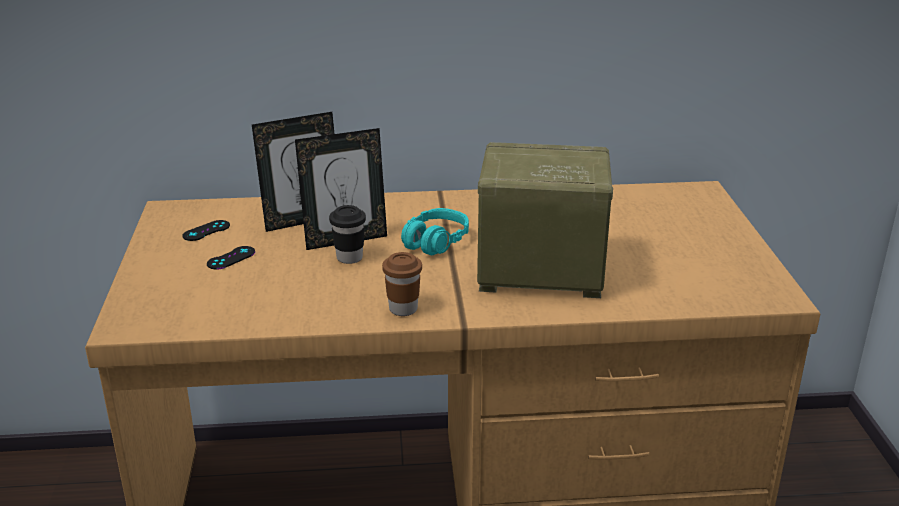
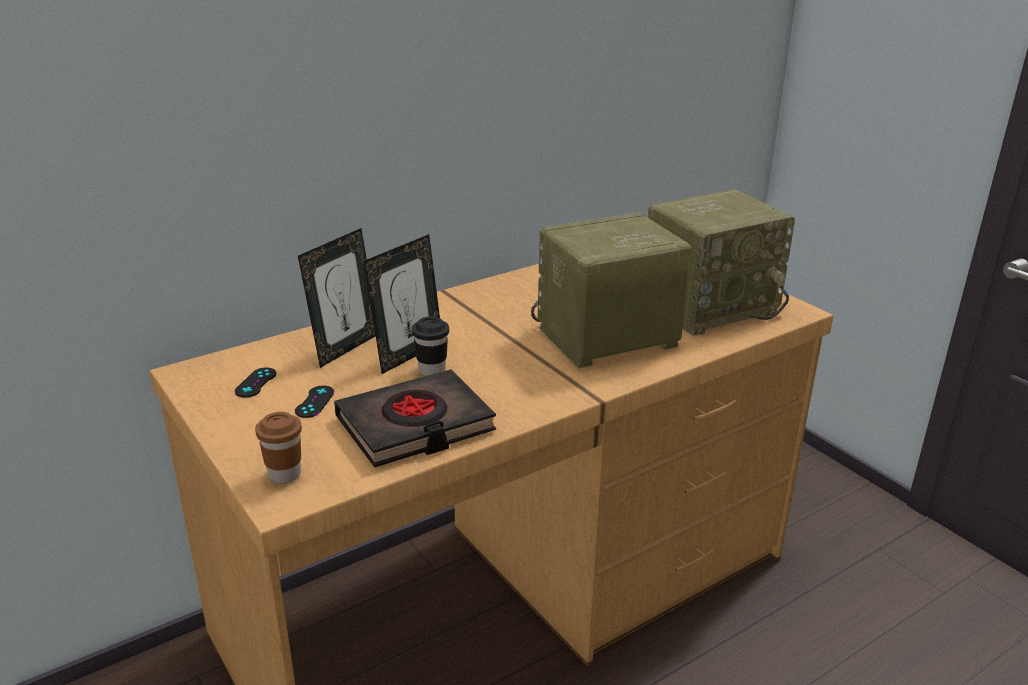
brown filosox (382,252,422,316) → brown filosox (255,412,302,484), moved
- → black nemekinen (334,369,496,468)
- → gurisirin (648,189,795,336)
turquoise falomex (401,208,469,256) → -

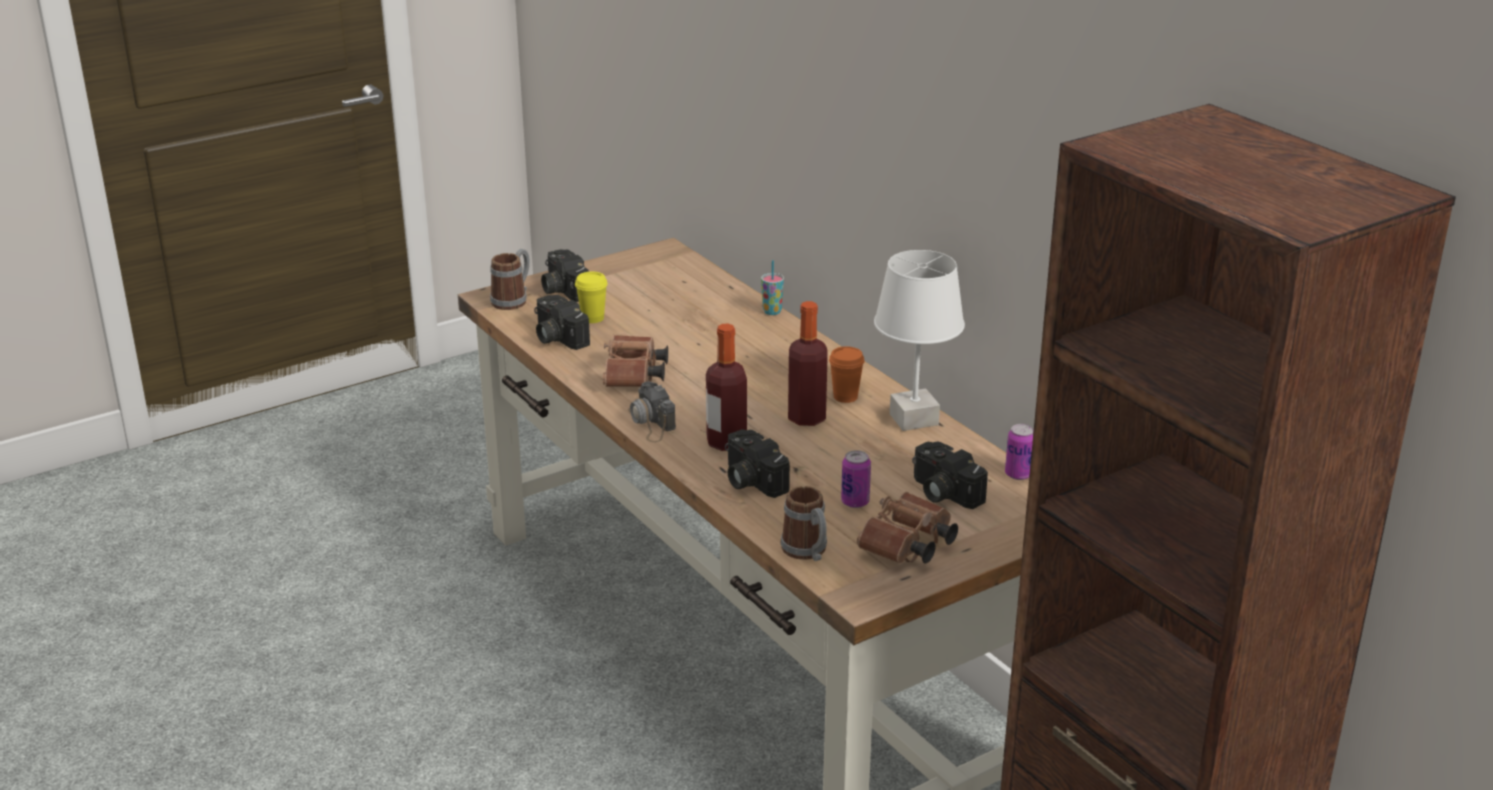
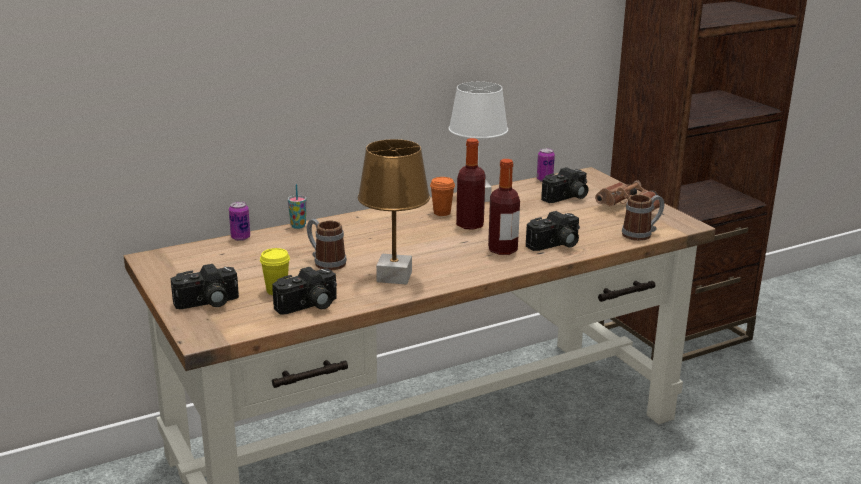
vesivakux (841,450,871,508) → vesivakux (229,201,250,241), moved
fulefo (490,249,530,310) → fulefo (307,219,347,271), moved
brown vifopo (603,335,668,387) → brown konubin (358,139,430,285)
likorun (628,381,676,442) → -

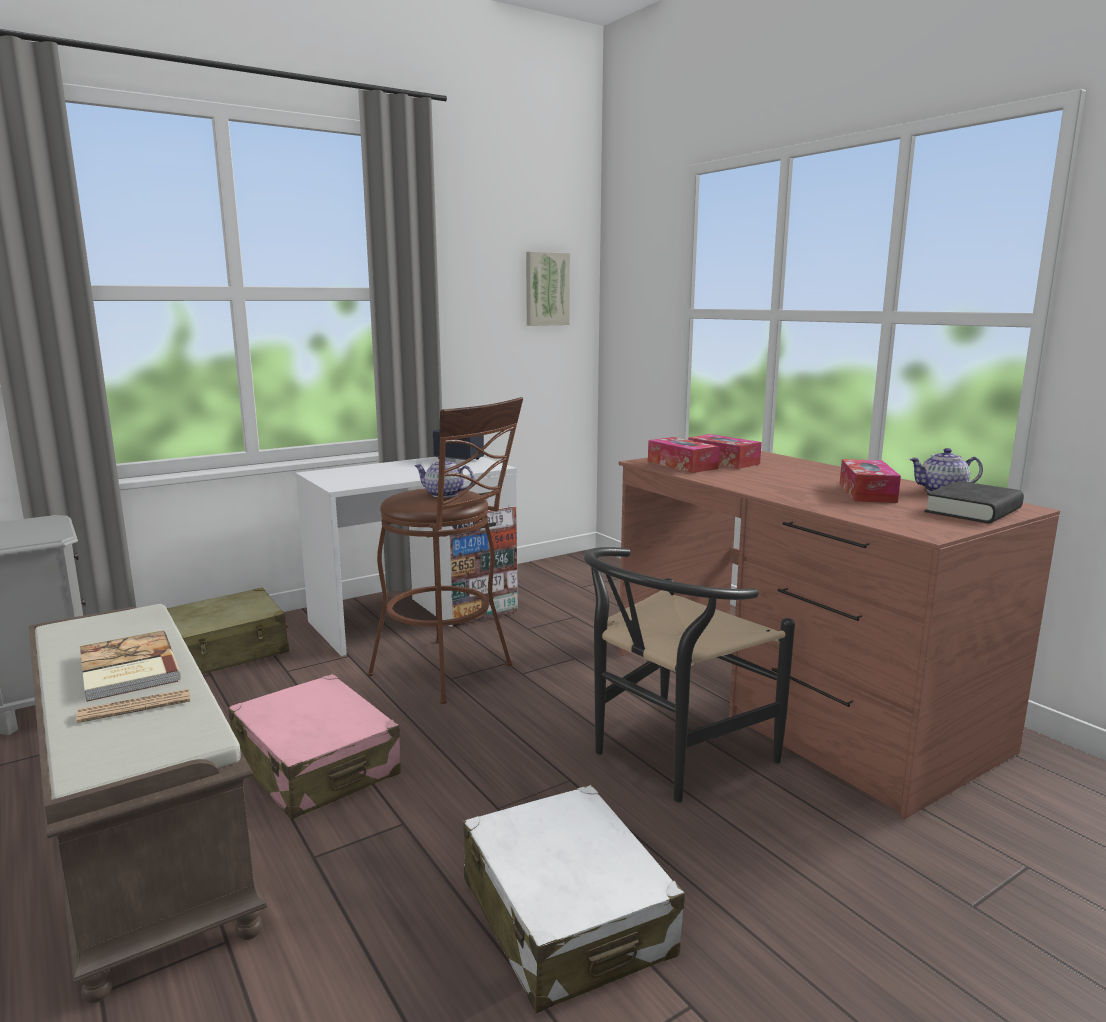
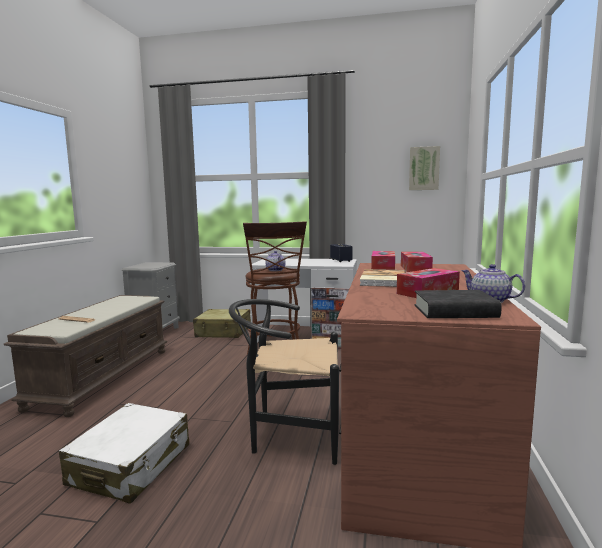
nemekinen (80,631,181,702) → nemekinen (359,269,406,287), moved
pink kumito (228,674,400,819) → -

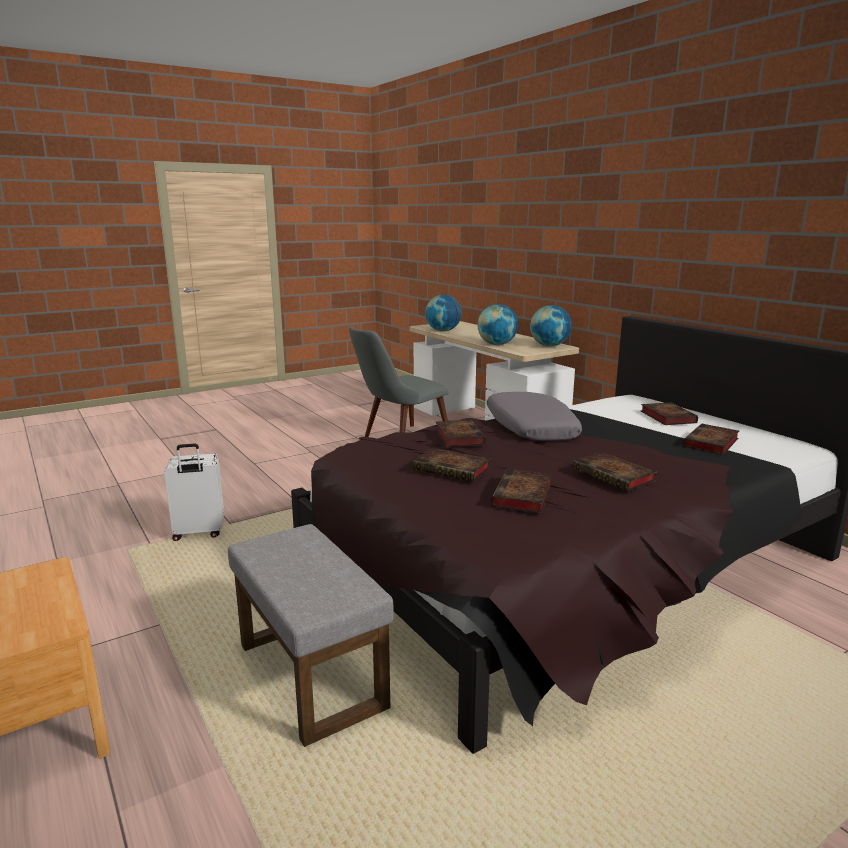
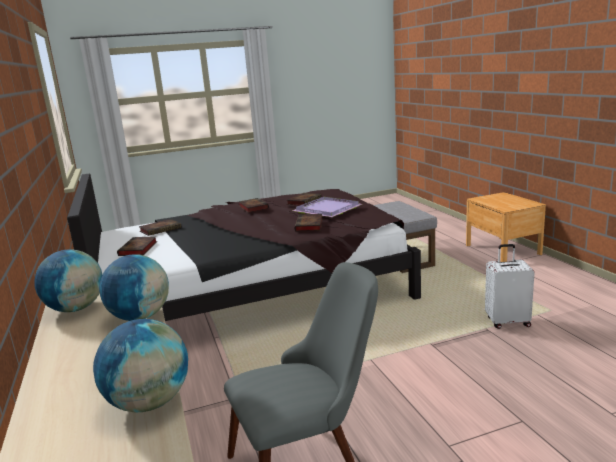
nemekinen (413,448,491,482) → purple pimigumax (292,197,362,217)
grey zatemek (487,392,582,441) → -

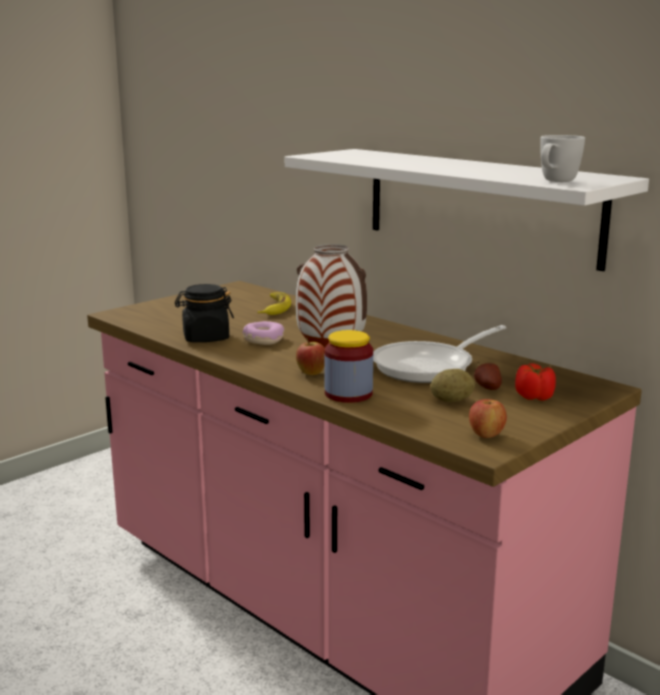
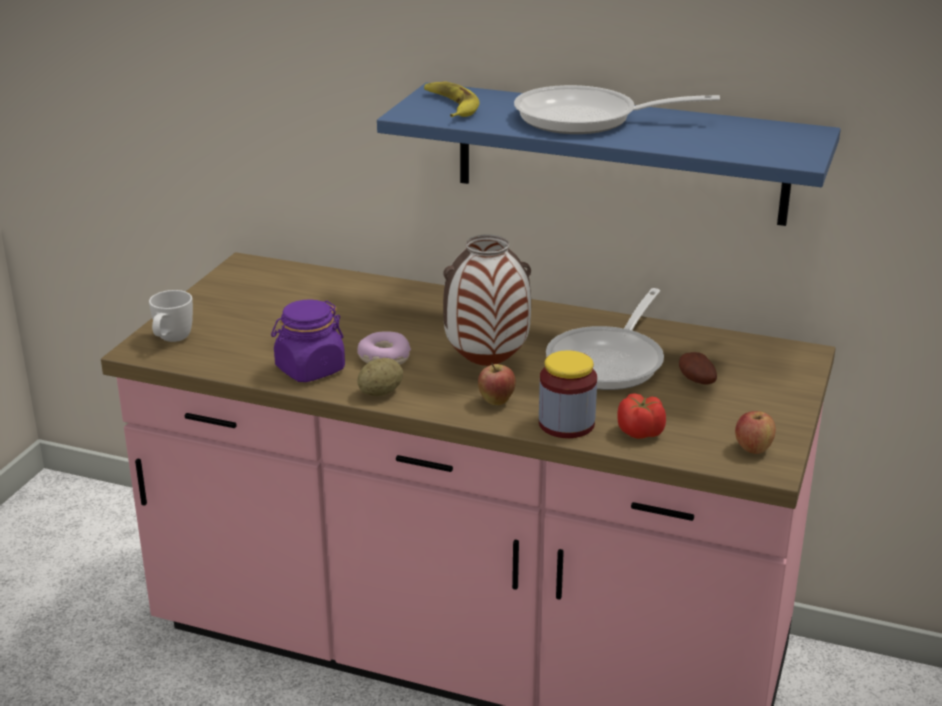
white fulefo (540,135,585,182) → white fulefo (149,290,193,342), moved
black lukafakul (175,284,234,342) → purple lukafakul (271,300,345,382)
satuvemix (431,369,475,403) → satuvemix (357,358,403,396), moved
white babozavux (285,149,649,271) → blue babozavux (377,83,841,226)
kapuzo (257,292,291,315) → kapuzo (424,81,480,117), moved
- → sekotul (514,85,720,134)
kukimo (515,363,556,401) → kukimo (617,393,666,439), moved

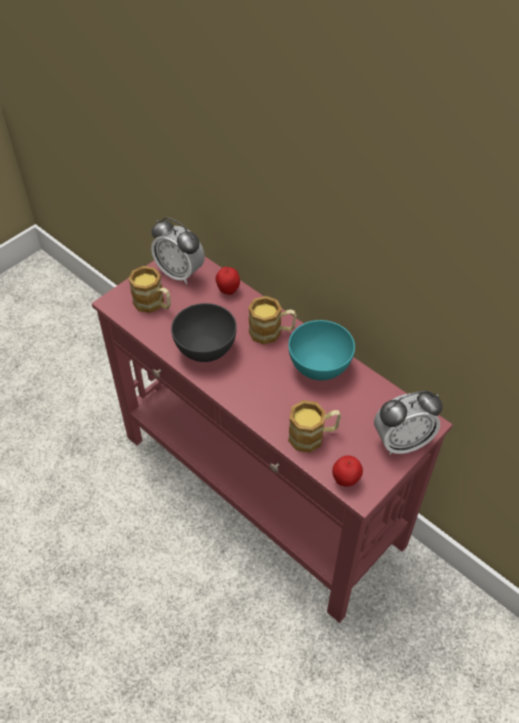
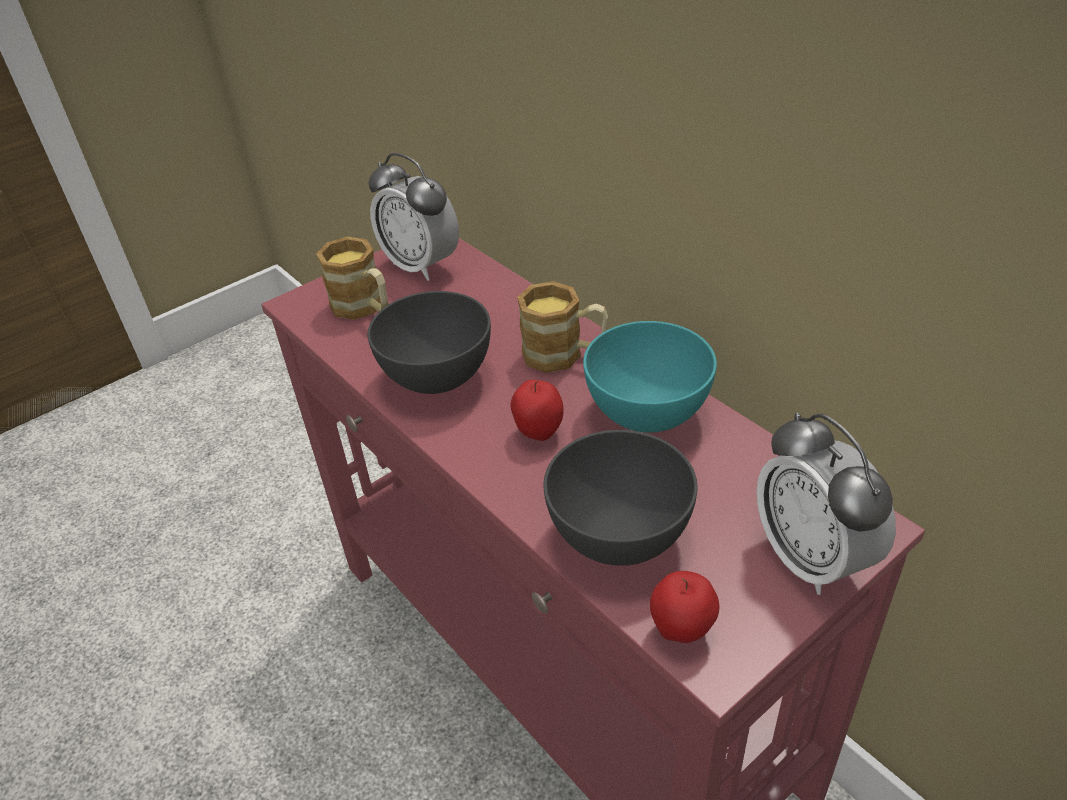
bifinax (215,267,240,295) → bifinax (511,379,564,441), moved
fulefo (288,400,341,453) → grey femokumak (543,430,698,566)
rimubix (374,391,443,455) → rimubix (756,413,896,595), 75 degrees clockwise

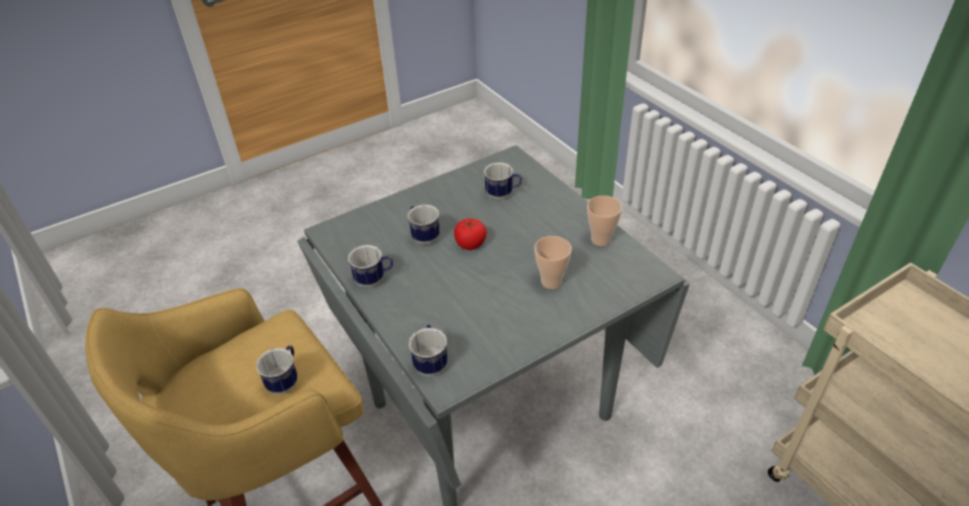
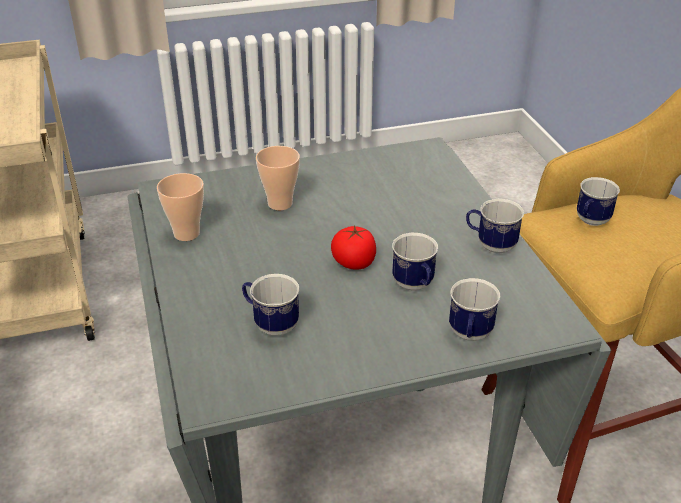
fulefo (409,324,448,376) → fulefo (449,278,500,341), moved

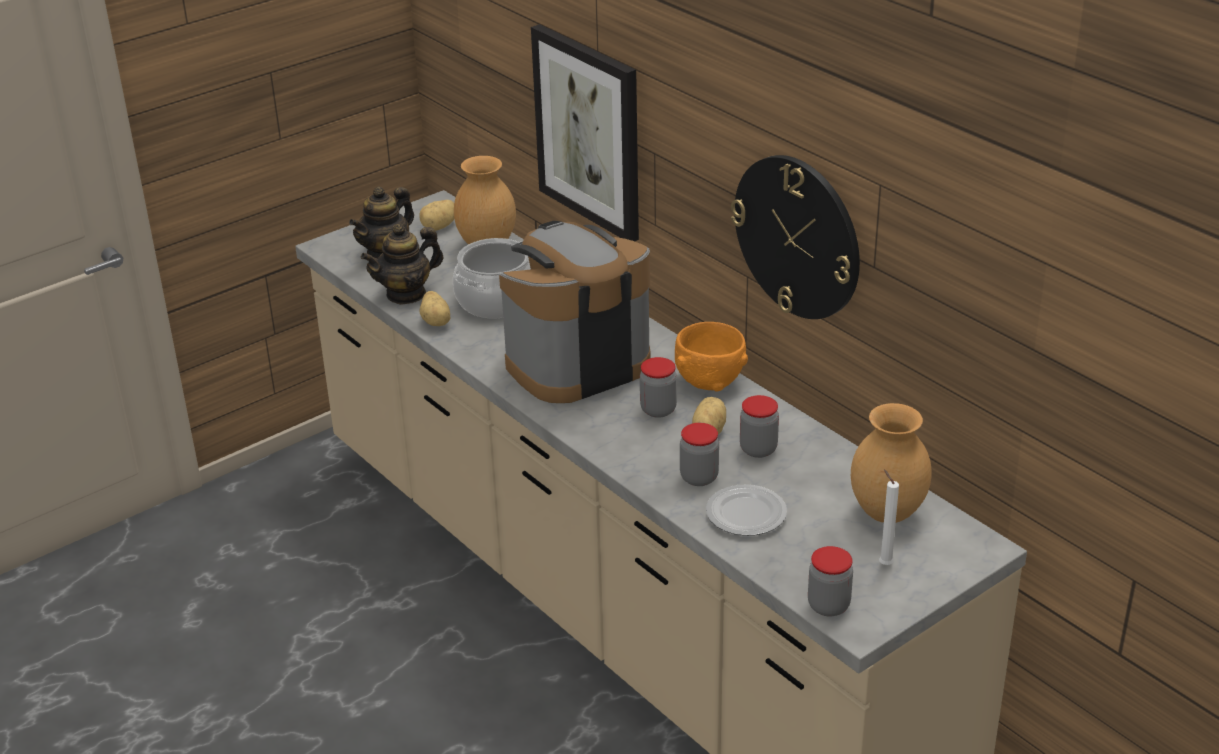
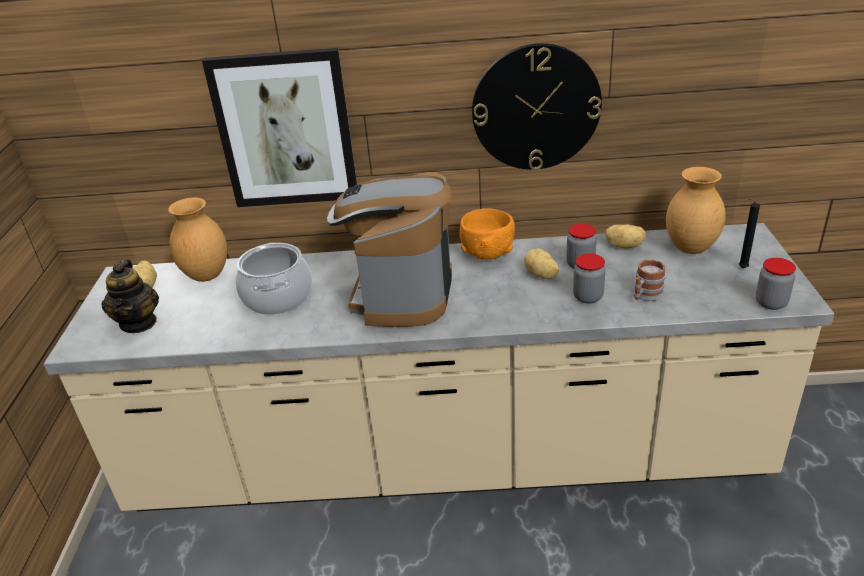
satuvemix (420,291,450,326) → satuvemix (605,225,646,248), moved
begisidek (706,484,787,536) → fulefo (633,259,666,301)
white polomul (879,469,899,565) → black polomul (739,198,760,268)
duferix (361,224,443,305) → -
lukafakul (640,357,677,418) → -

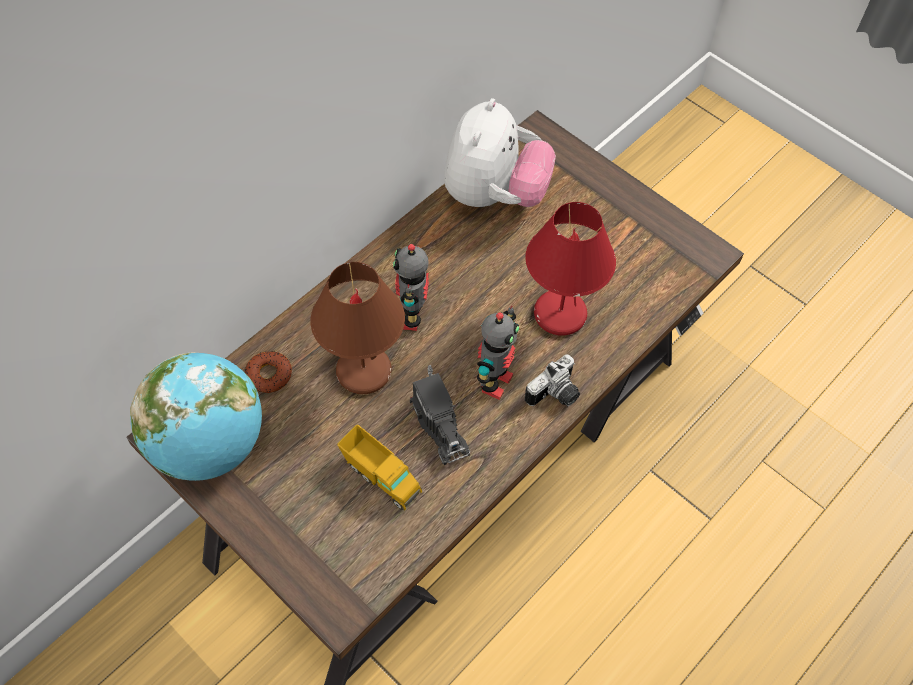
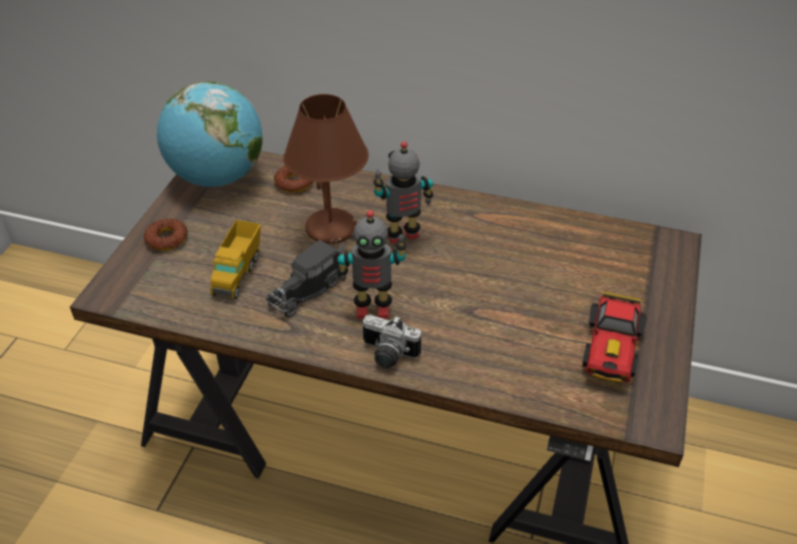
- → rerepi (144,219,188,251)
- → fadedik (582,292,647,383)
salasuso (444,98,556,207) → -
red konubin (525,202,616,336) → -

